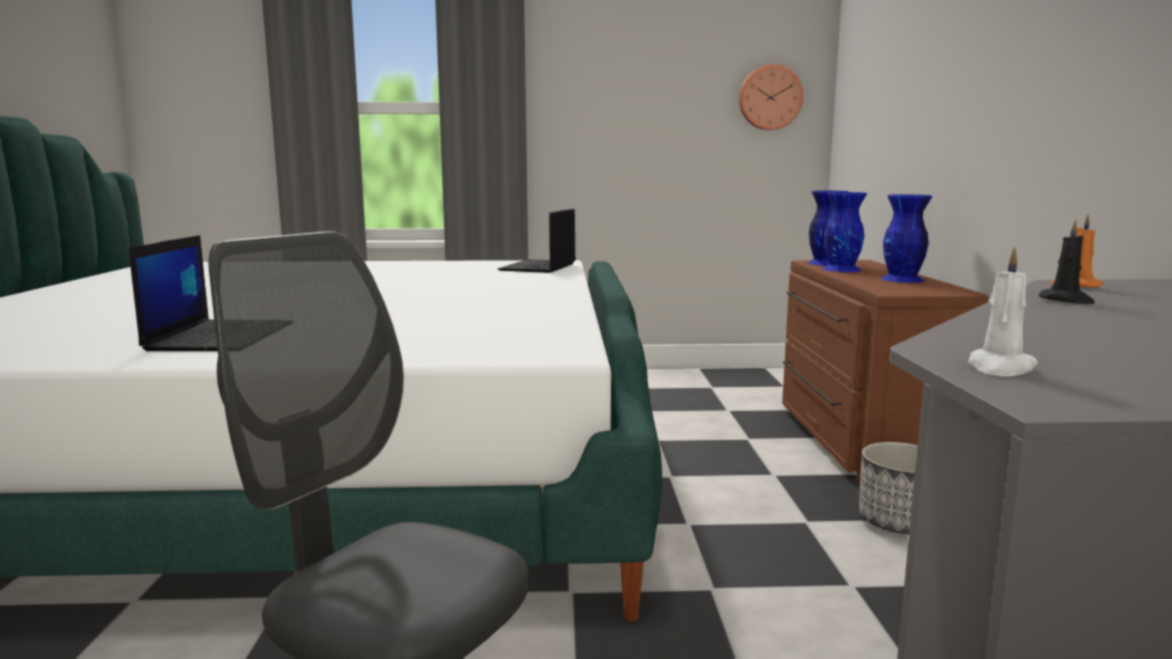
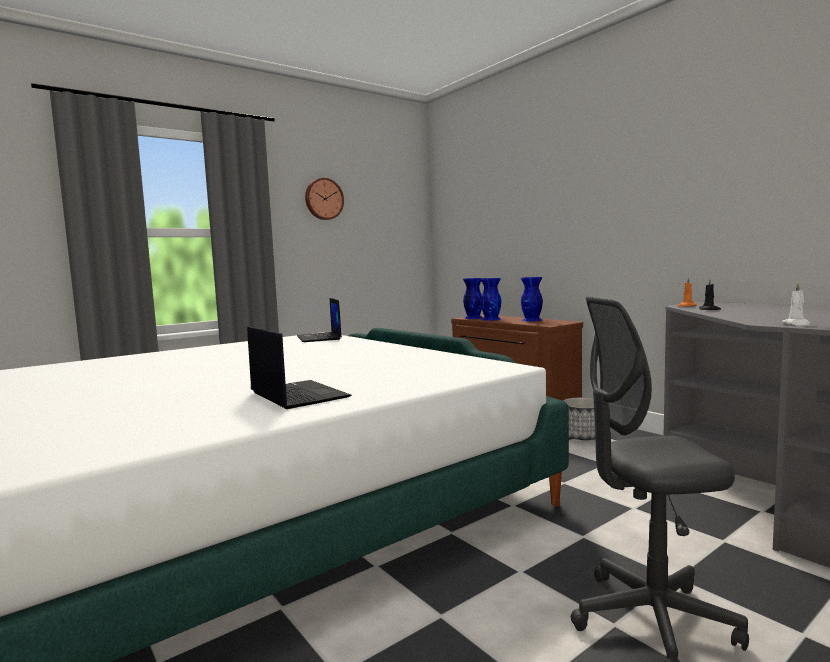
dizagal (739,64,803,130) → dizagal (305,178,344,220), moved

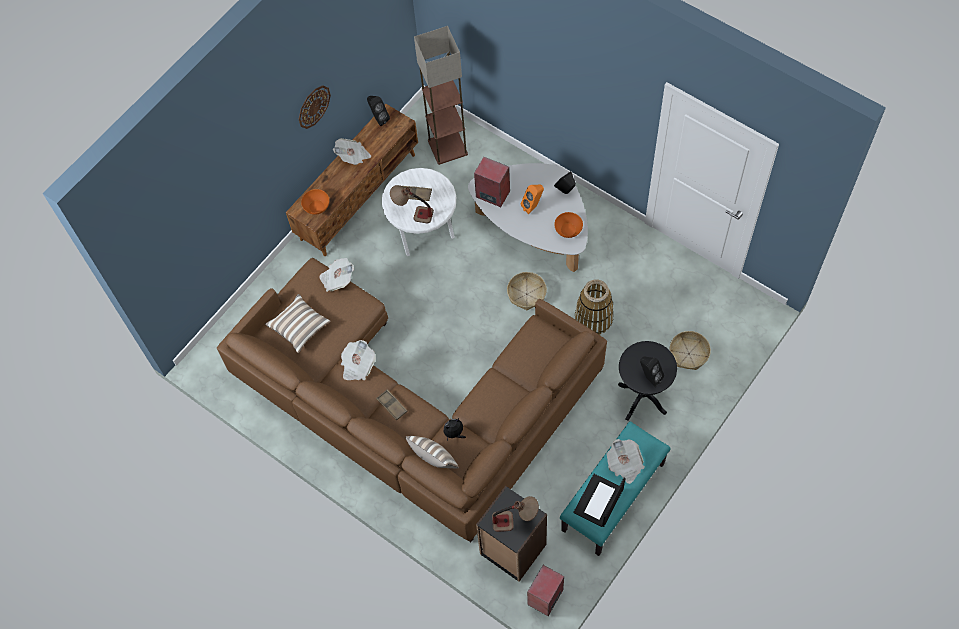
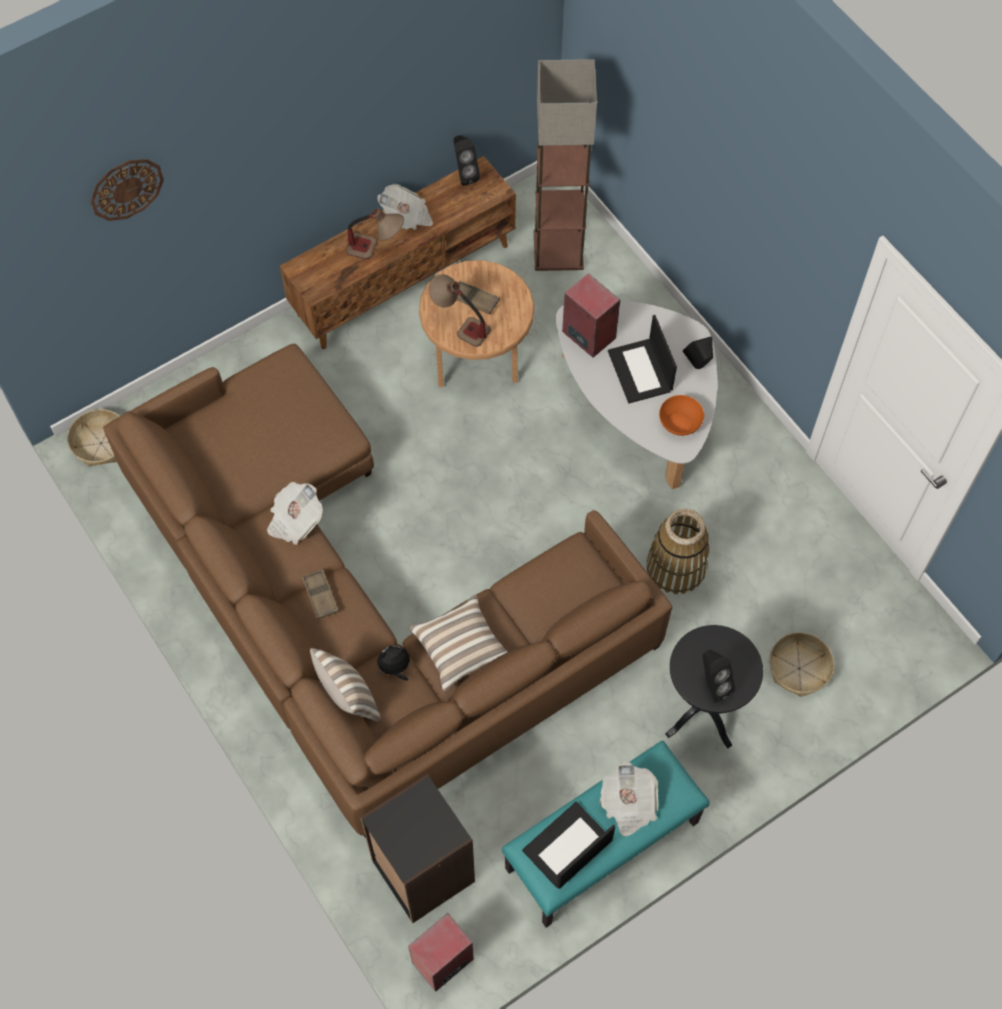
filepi (507,272,547,310) → filepi (67,409,120,466), moved
dizagal (299,85,331,129) → dizagal (90,159,164,221), moved
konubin (492,496,539,532) → konubin (346,208,404,259), moved
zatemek (265,294,331,353) → zatemek (409,595,507,691), moved
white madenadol (382,168,456,256) → brown madenadol (419,260,534,387)
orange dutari (521,185,544,214) → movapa (608,315,677,403)
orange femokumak (301,189,329,215) → -
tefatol (319,258,354,292) → -

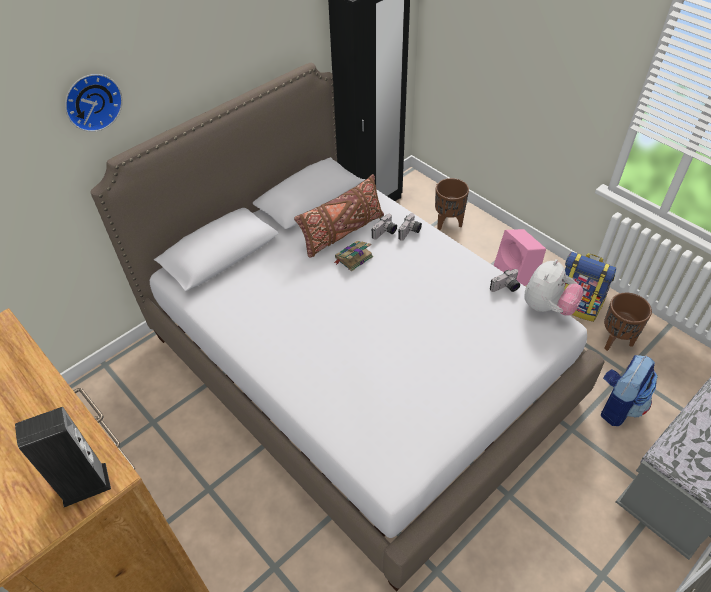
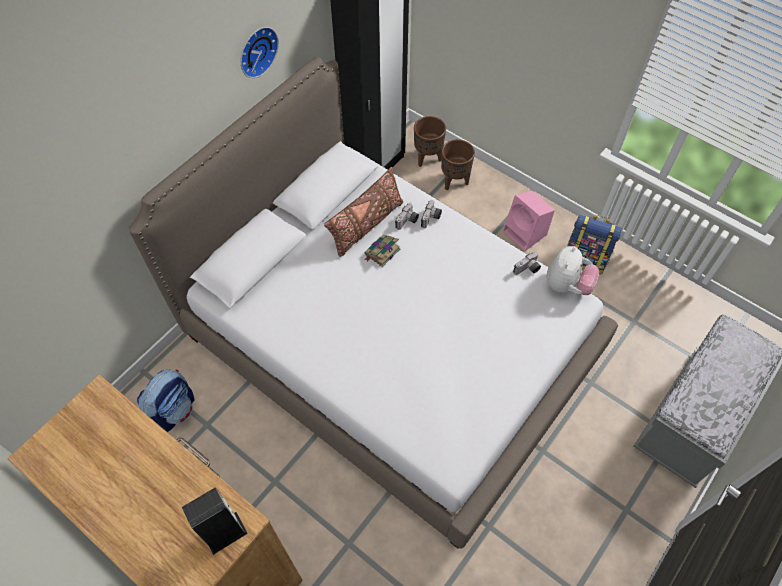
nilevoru (601,355,658,426) → nilevoru (137,369,195,432), moved
dizagal (65,74,123,132) → dizagal (240,27,279,78), moved
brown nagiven (604,293,652,351) → brown nagiven (414,116,446,167), moved

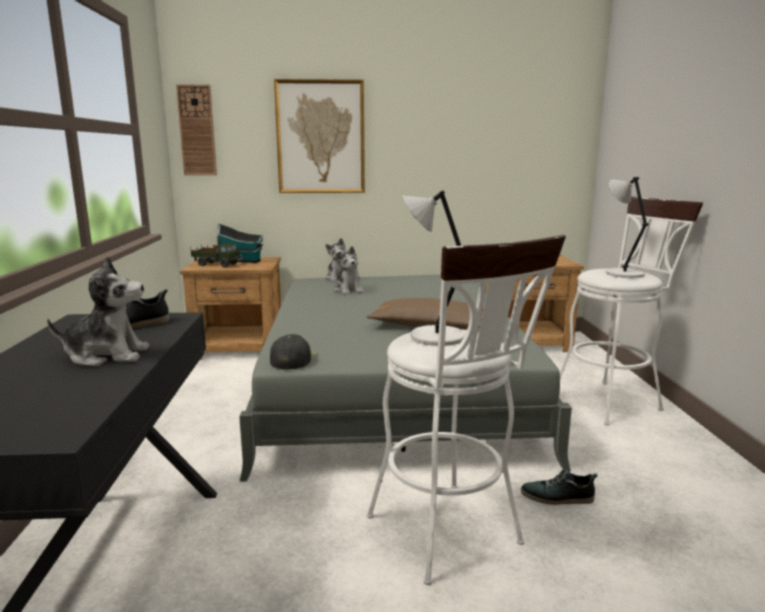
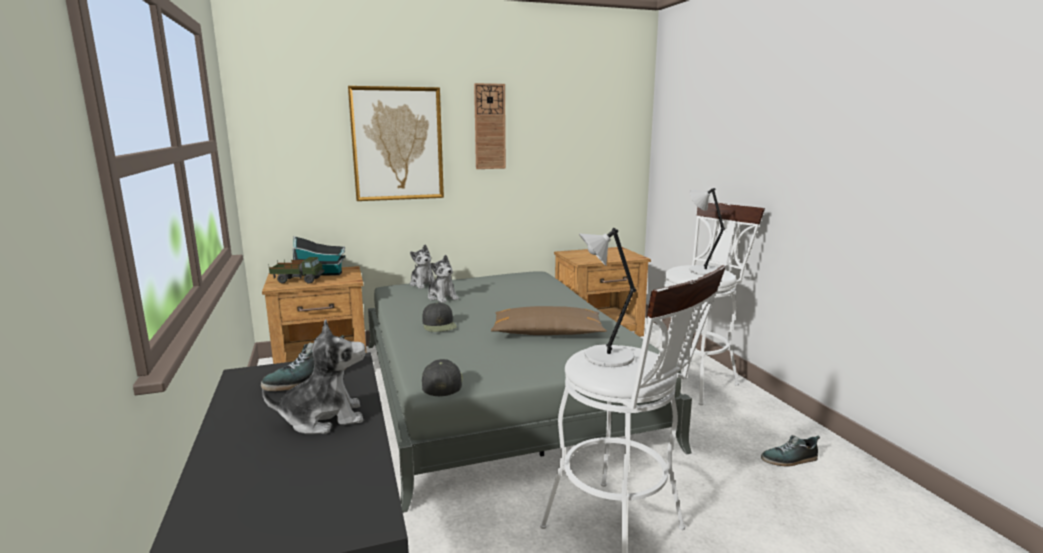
- → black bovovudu (422,302,457,332)
dizagal (176,84,217,175) → dizagal (474,83,506,169), moved
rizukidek (521,469,598,505) → rizukidek (761,435,820,466), moved

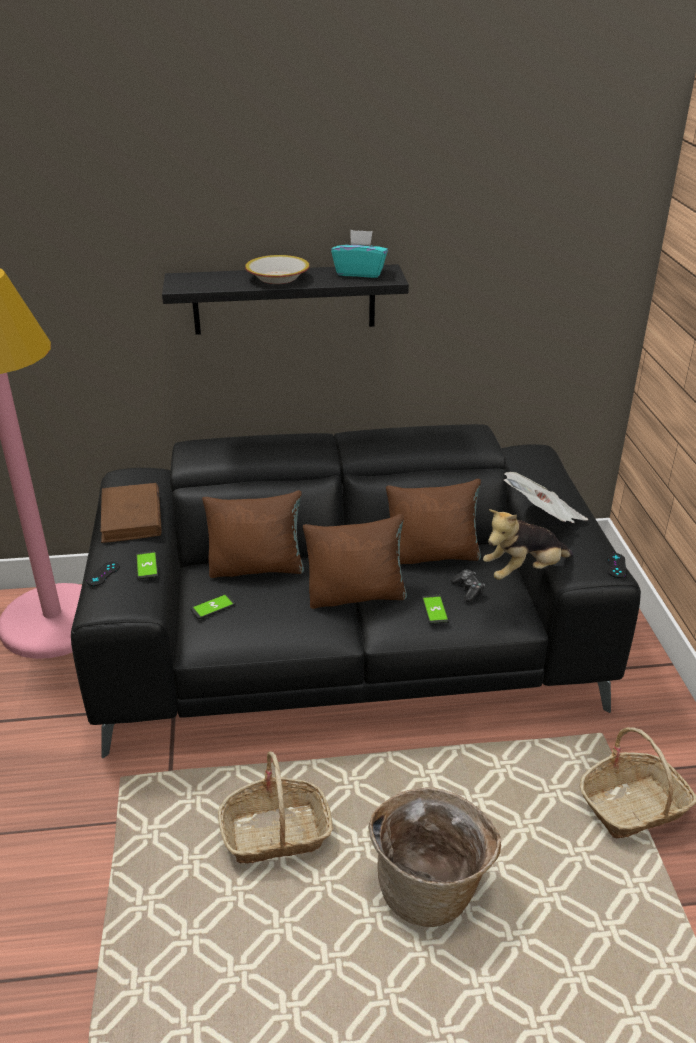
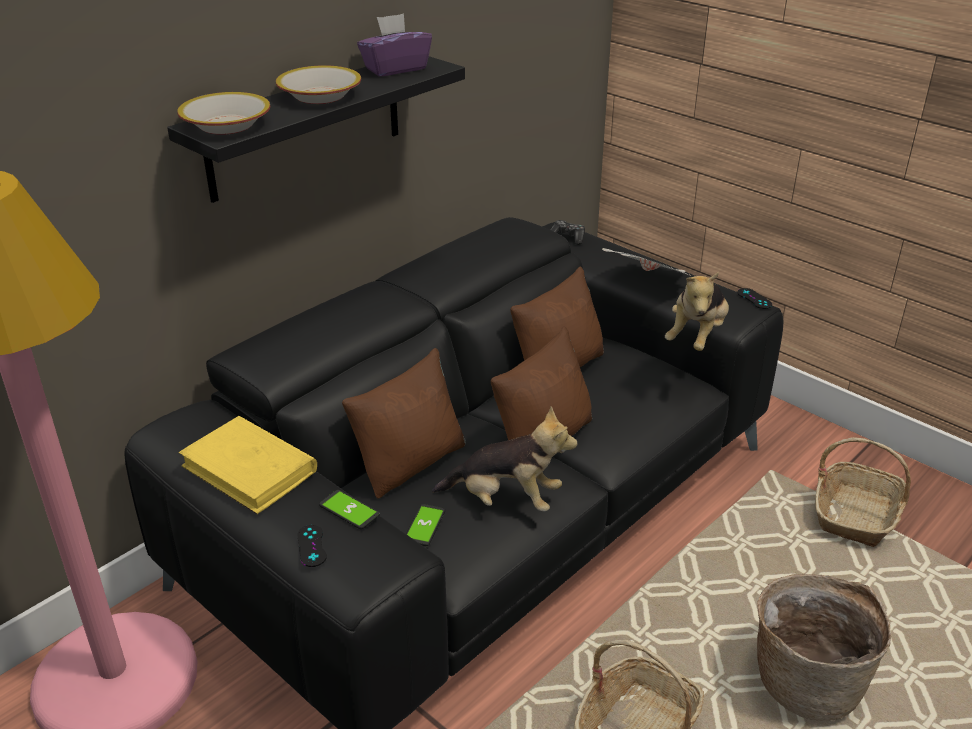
- → femokumak (177,92,271,135)
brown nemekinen (101,483,162,543) → yellow nemekinen (179,416,317,514)
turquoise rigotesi (331,230,388,278) → purple rigotesi (357,13,432,76)
- → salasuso (432,407,577,512)
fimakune (451,570,485,602) → fimakune (550,220,585,245), moved
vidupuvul (422,595,449,624) → -

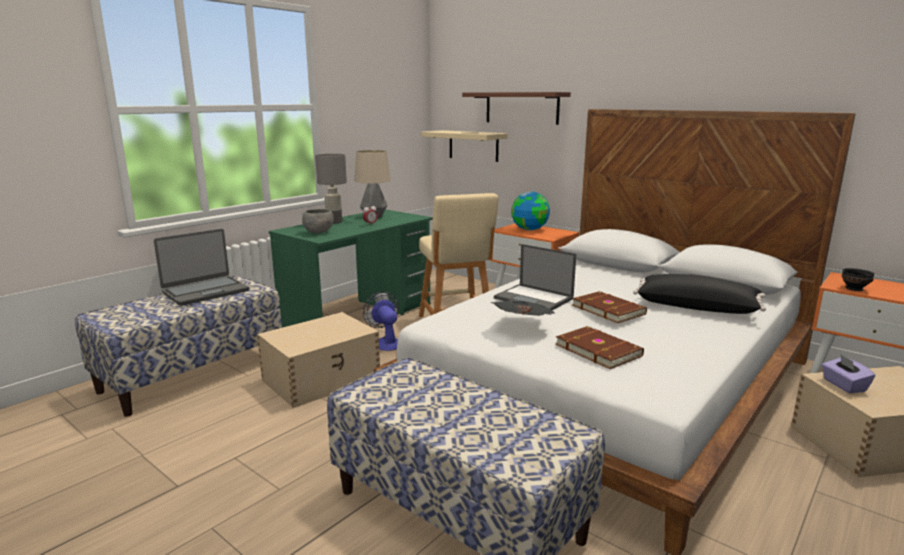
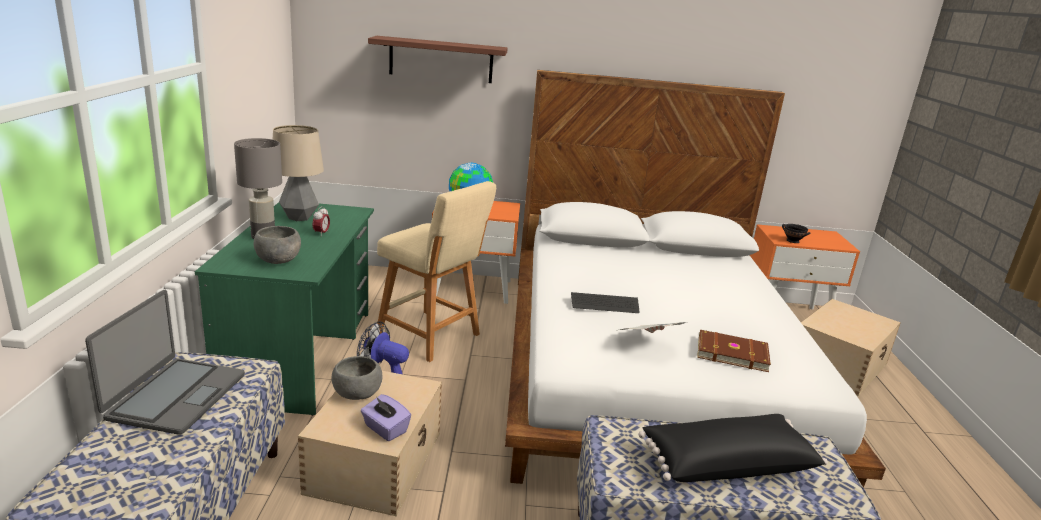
- → grey femokumak (332,356,383,400)
purple rigotesi (822,354,875,393) → purple rigotesi (361,394,411,441), moved
movapa (494,244,576,310) → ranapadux (571,292,639,313)
black zatemek (633,274,766,314) → black zatemek (639,414,828,482), moved
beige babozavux (421,130,508,162) → -
brown nemekinen (572,291,647,323) → -

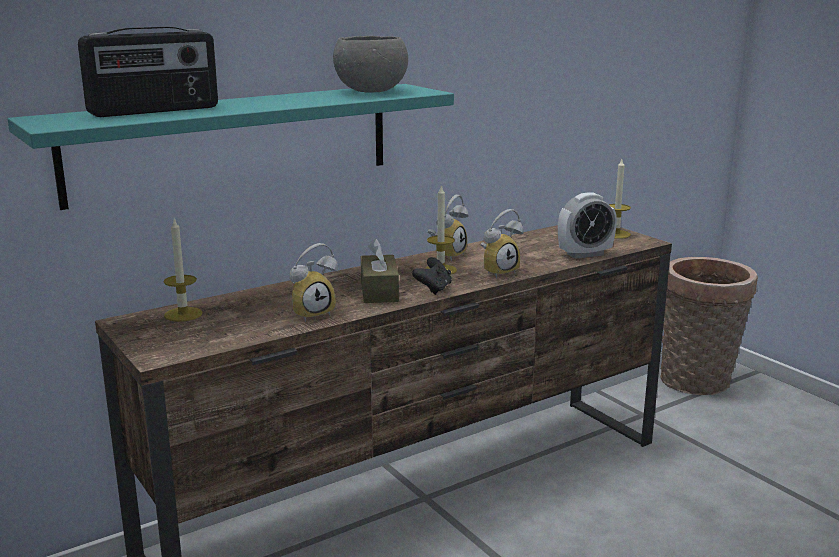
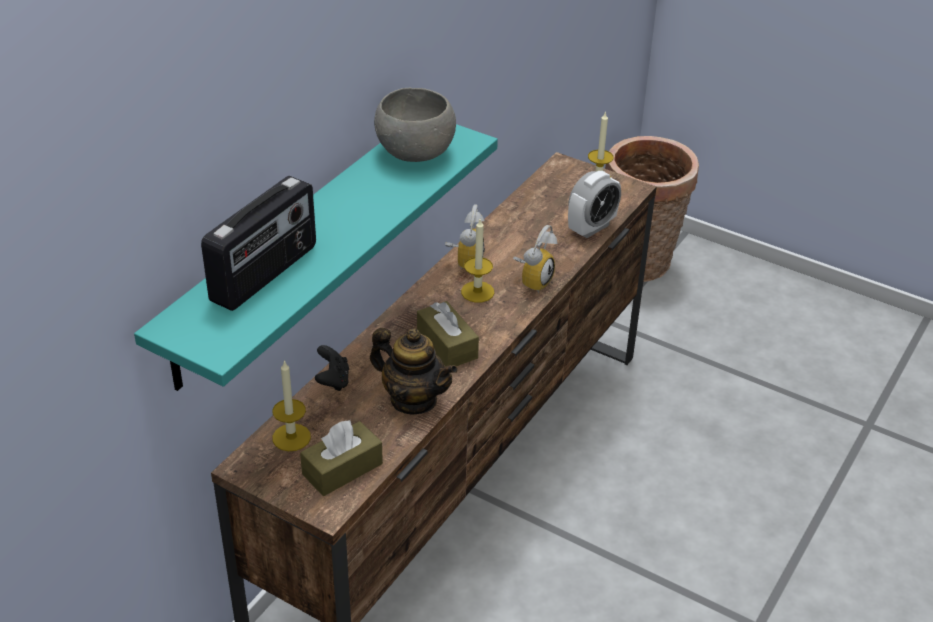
- → brown rigotesi (300,420,383,496)
black fimakune (412,257,452,295) → black fimakune (315,345,349,391), moved
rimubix (290,243,338,322) → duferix (370,328,457,414)

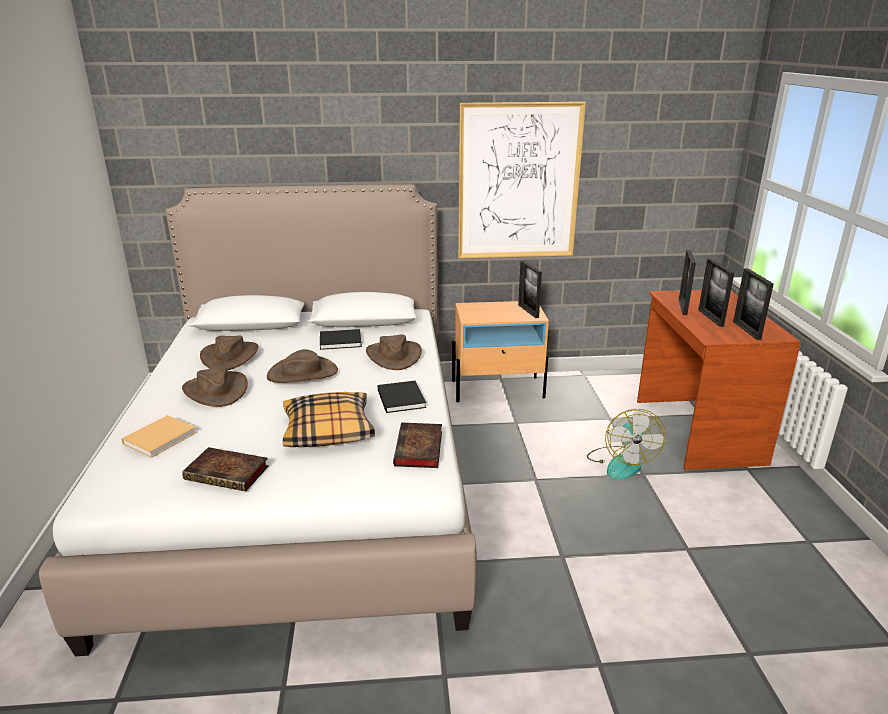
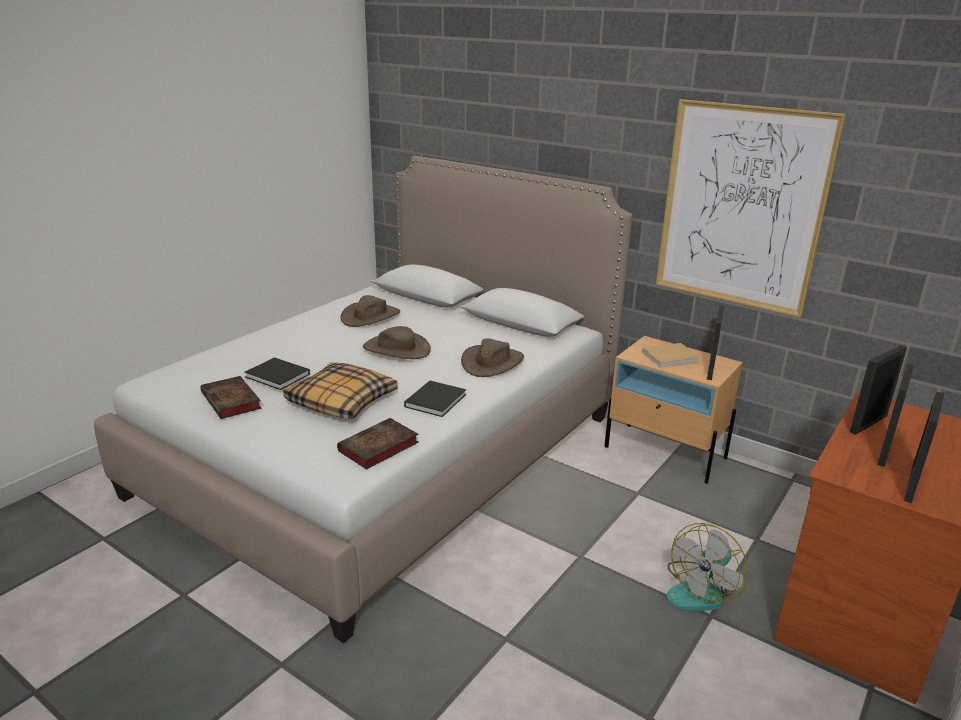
black nemekinen (320,329,362,350) → black nemekinen (244,357,310,390), moved
beige nemekinen (121,415,197,458) → beige nemekinen (642,343,700,368), moved
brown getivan (182,366,248,407) → -

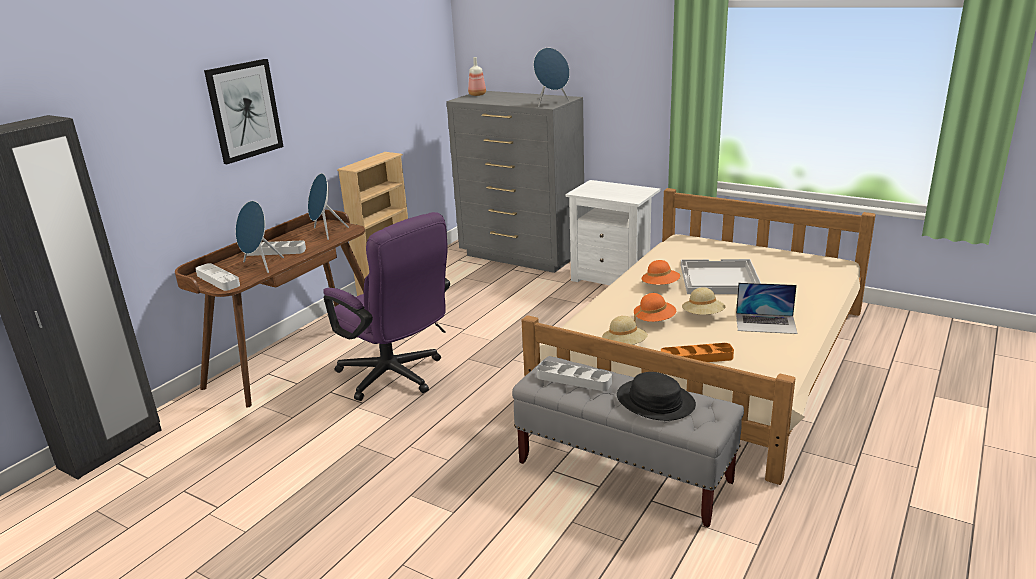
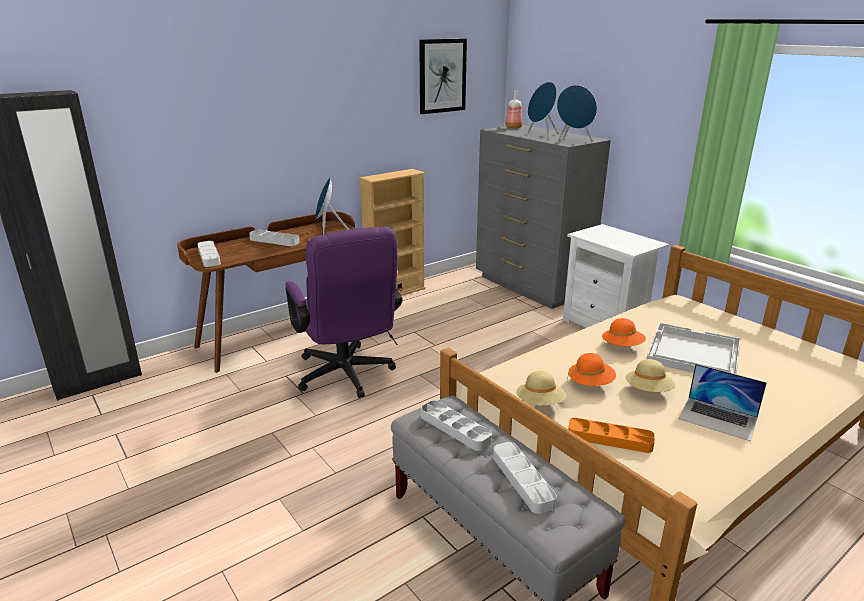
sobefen (204,59,284,164) → sobefen (419,39,467,114), moved
black getivan (617,372,696,421) → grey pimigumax (493,442,557,514)
blue dutari (236,201,284,273) → blue dutari (527,82,558,139), moved

